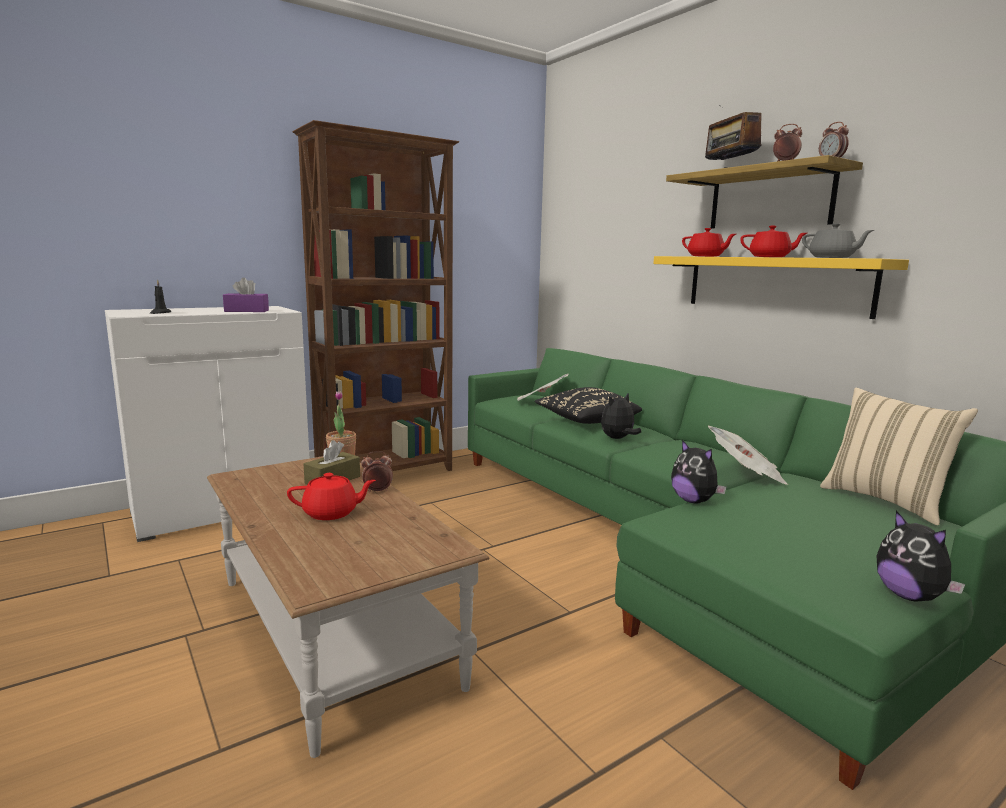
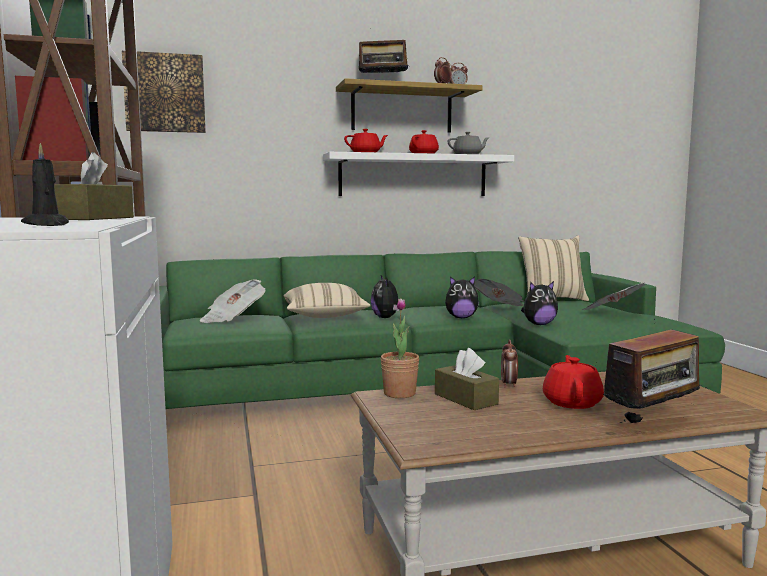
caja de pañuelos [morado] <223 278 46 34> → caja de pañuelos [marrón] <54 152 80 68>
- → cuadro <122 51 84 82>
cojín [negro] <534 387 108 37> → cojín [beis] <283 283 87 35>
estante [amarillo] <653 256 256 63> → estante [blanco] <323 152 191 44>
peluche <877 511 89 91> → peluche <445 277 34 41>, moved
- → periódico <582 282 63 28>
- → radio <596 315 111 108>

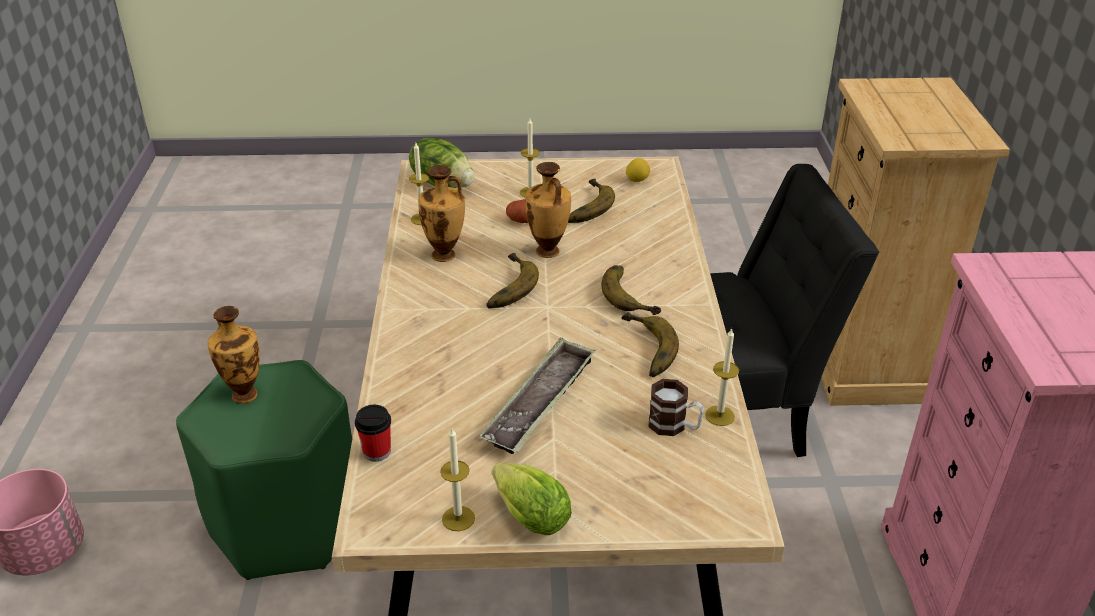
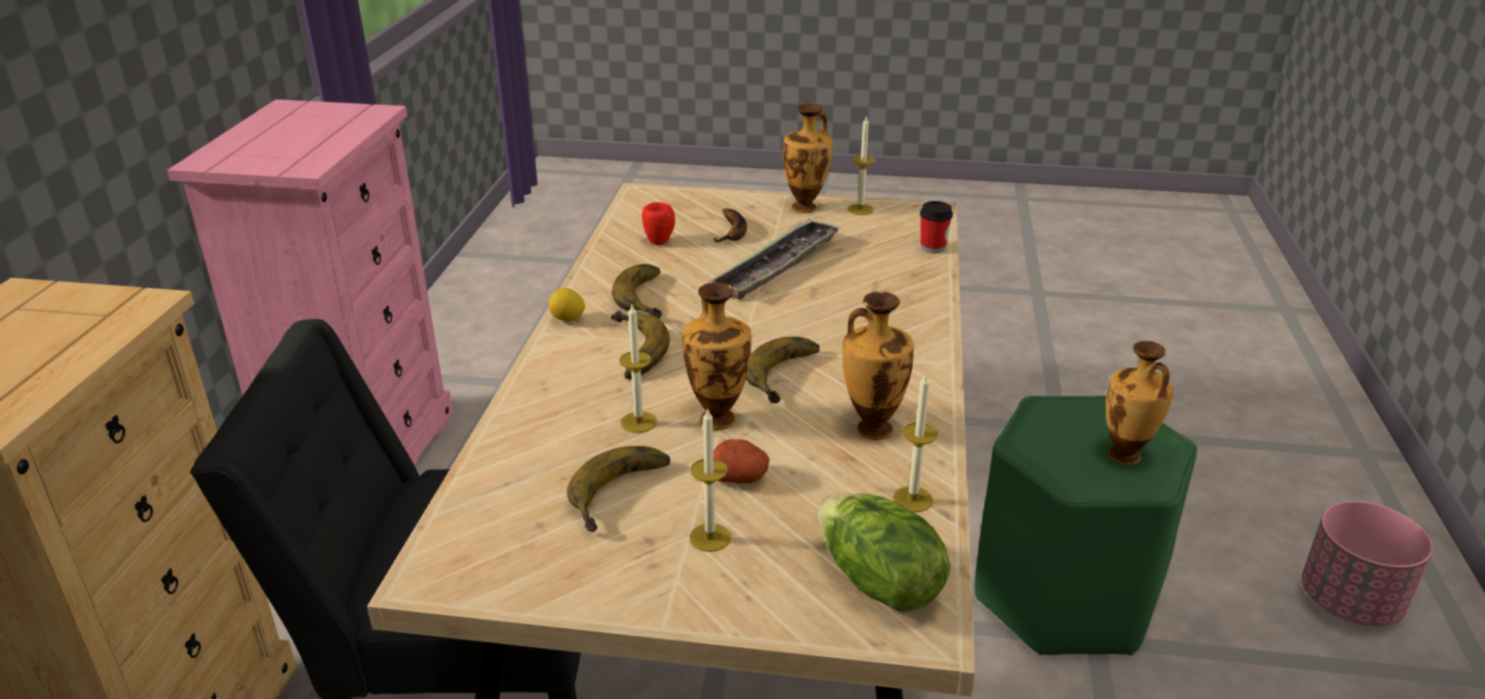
limón <626 158 24 24> → limón <548 288 37 33>, moved
vela <705 328 34 98> → vela <619 305 38 128>, moved
taza grande <649 379 55 57> → manzana <642 202 33 43>
- → plátano <713 209 34 34>
lechuga <492 462 80 73> → florero <783 103 50 110>

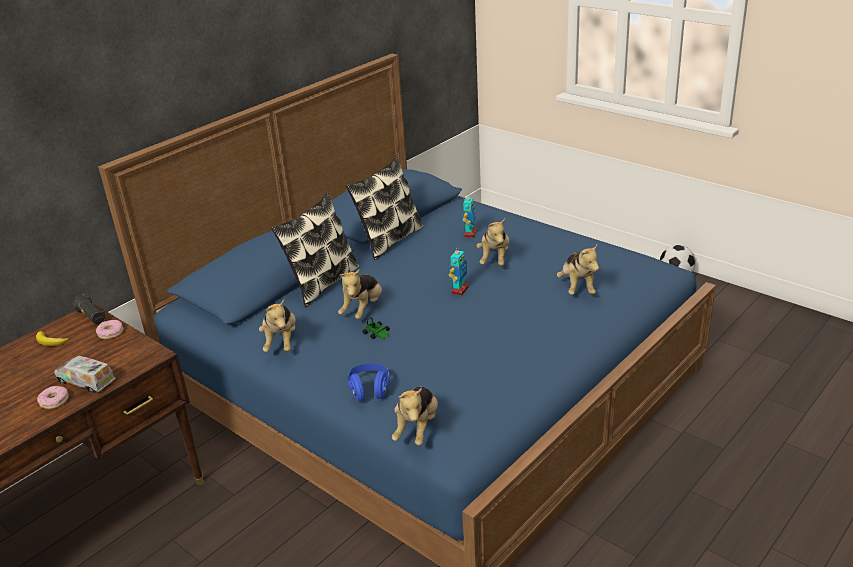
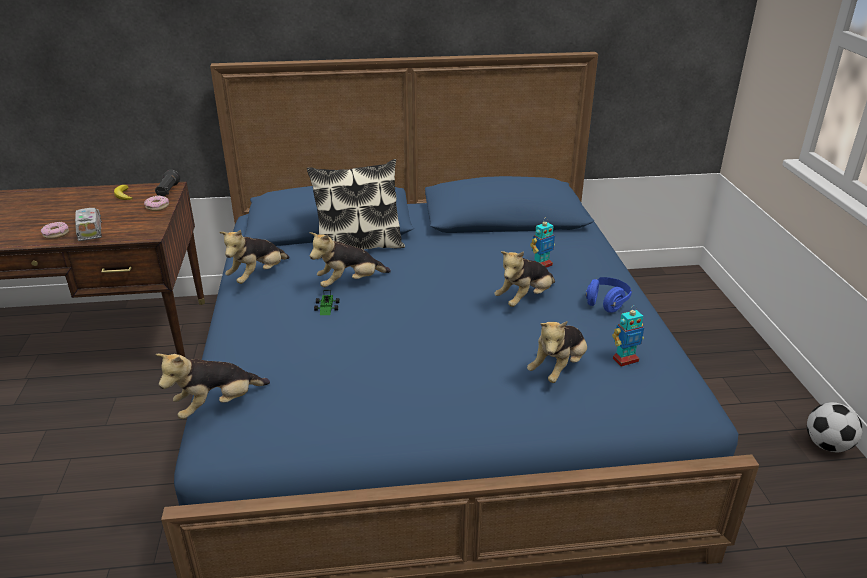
auriculares [azul] <348 363 42 38> → auriculares [azul] <585 277 47 36>, moved
robot de juguete <449 246 19 50> → robot de juguete <612 305 32 61>, moved
cojín <346 156 77 104> → -

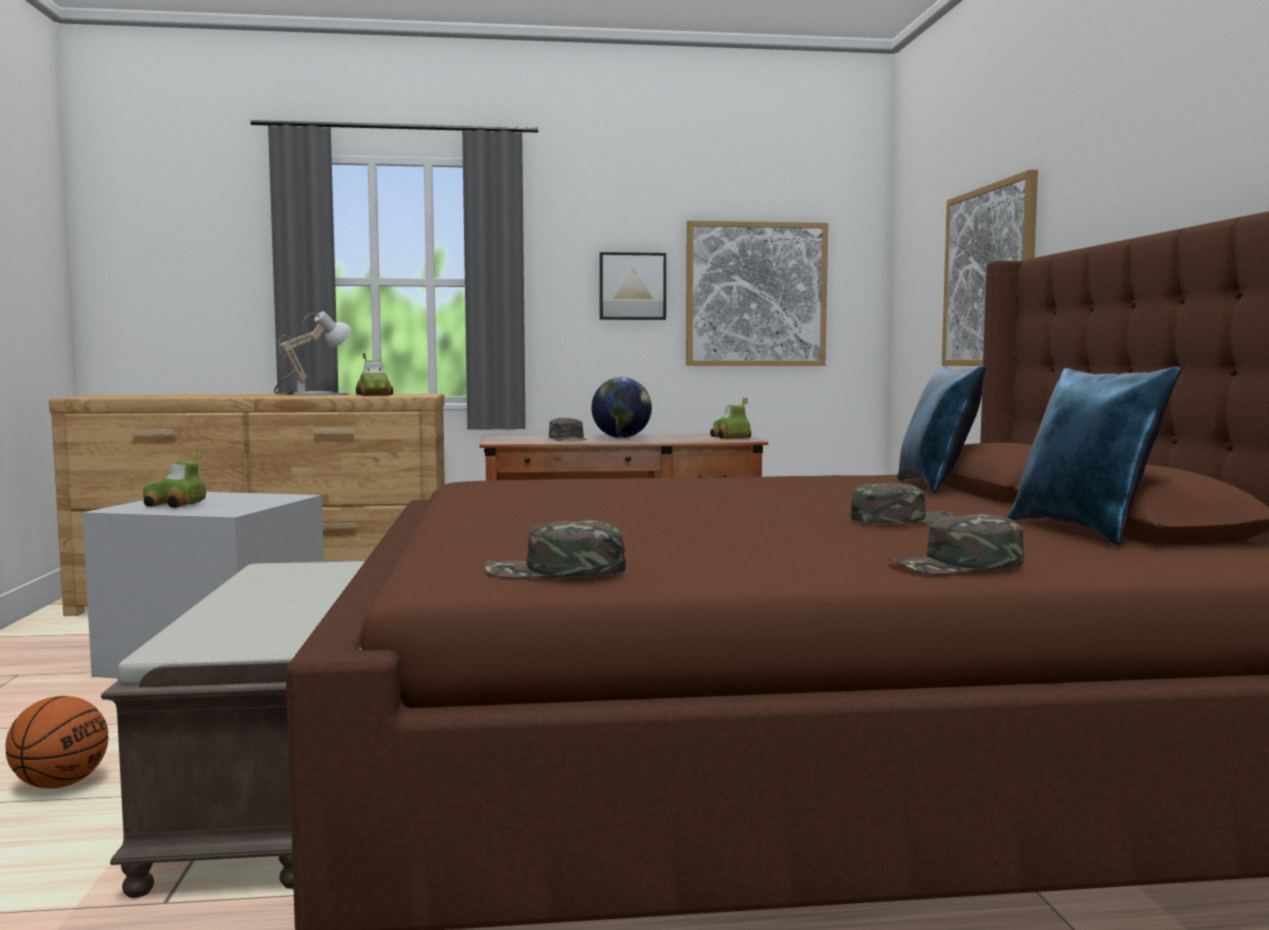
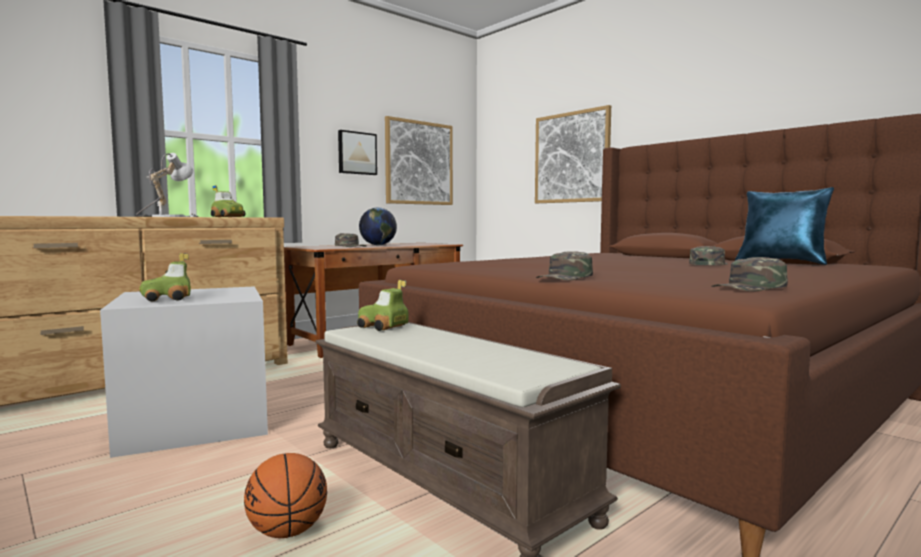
coche de juguete <710 398 41 41> → coche de juguete <357 280 52 51>, moved
gorra [verde] <888 514 136 61> → gorra [verde] <536 251 57 29>, moved
cojín [azul] <897 365 89 128> → -

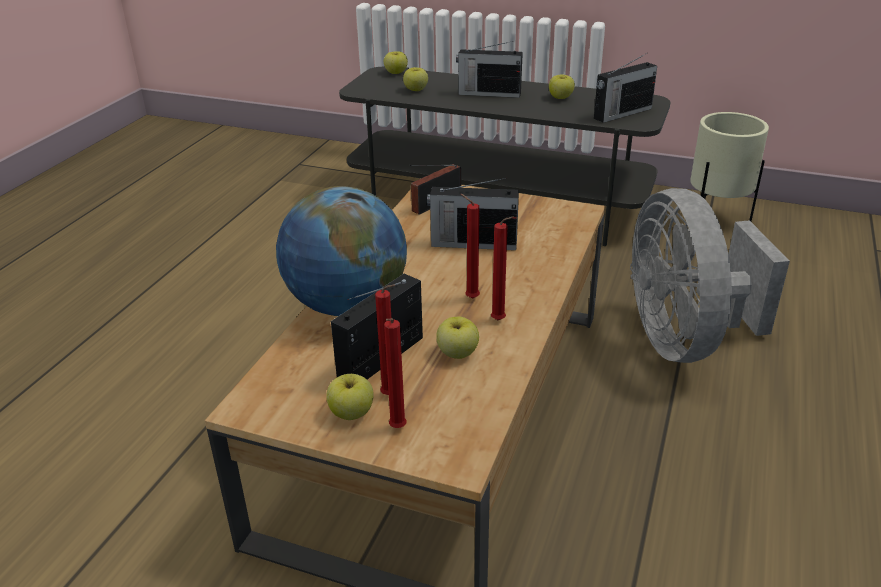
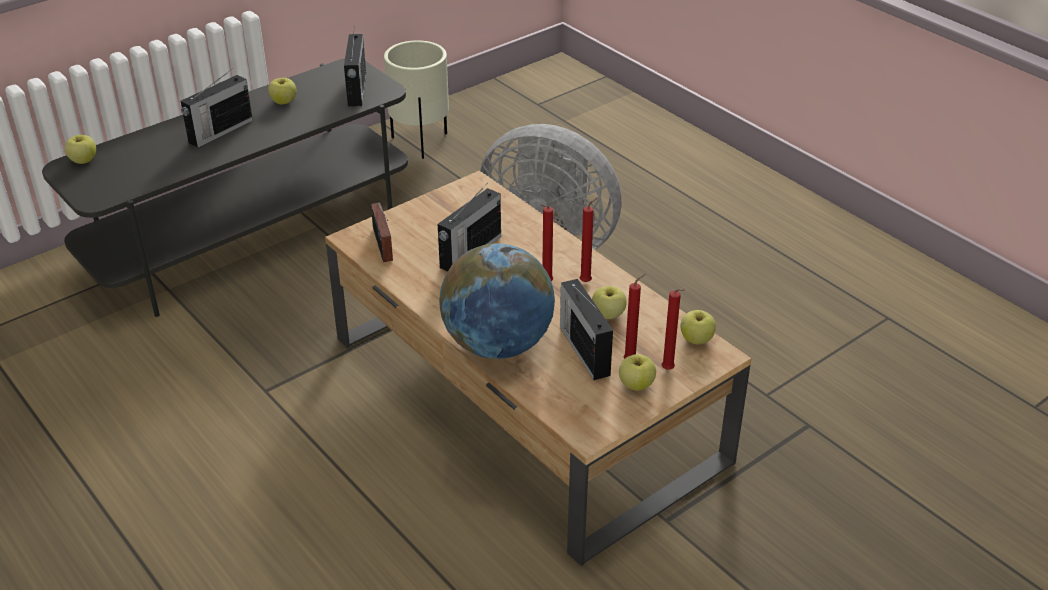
manzana <403 67 25 24> → manzana <680 310 36 34>, moved

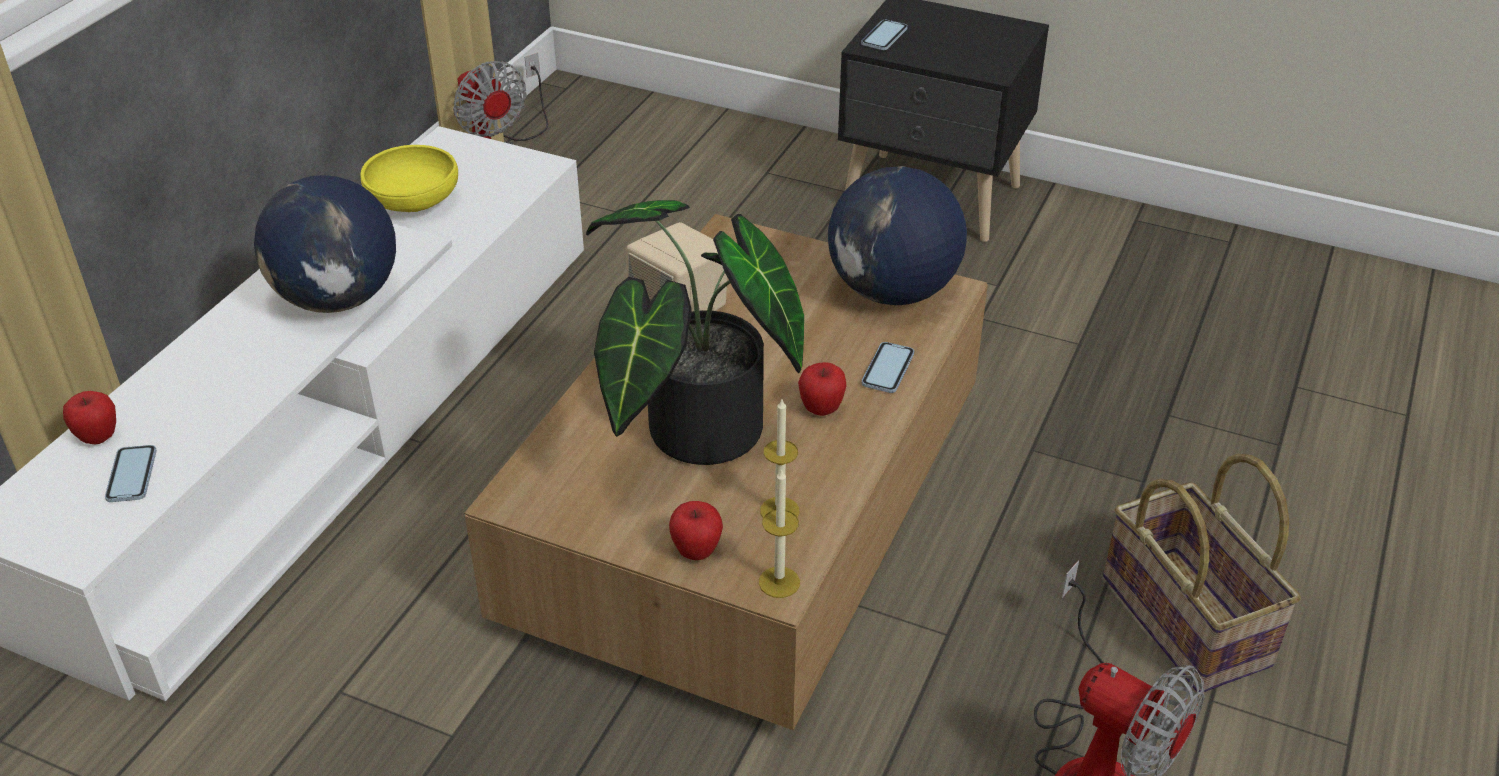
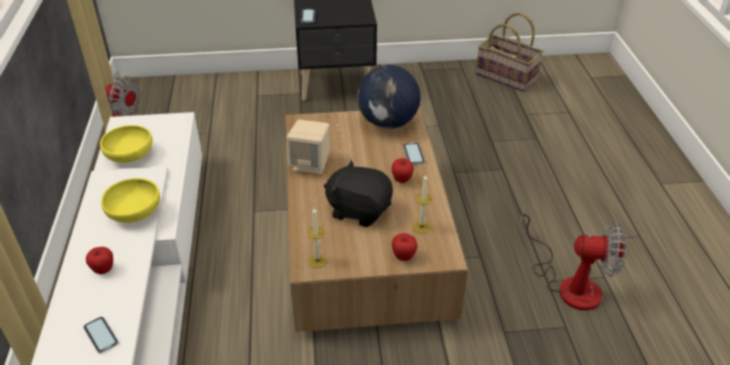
manzana <63 391 53 53> → manzana <86 247 27 27>, moved
globo terráqueo <254 175 142 138> → cuenco [amarillo] <101 178 59 45>
vela <759 468 41 130> → vela <308 208 19 60>, moved
planta en maceta <586 200 218 265> → peluche [negro] <324 160 69 67>
cesta <1103 454 198 238> → cesta <476 12 68 80>, moved

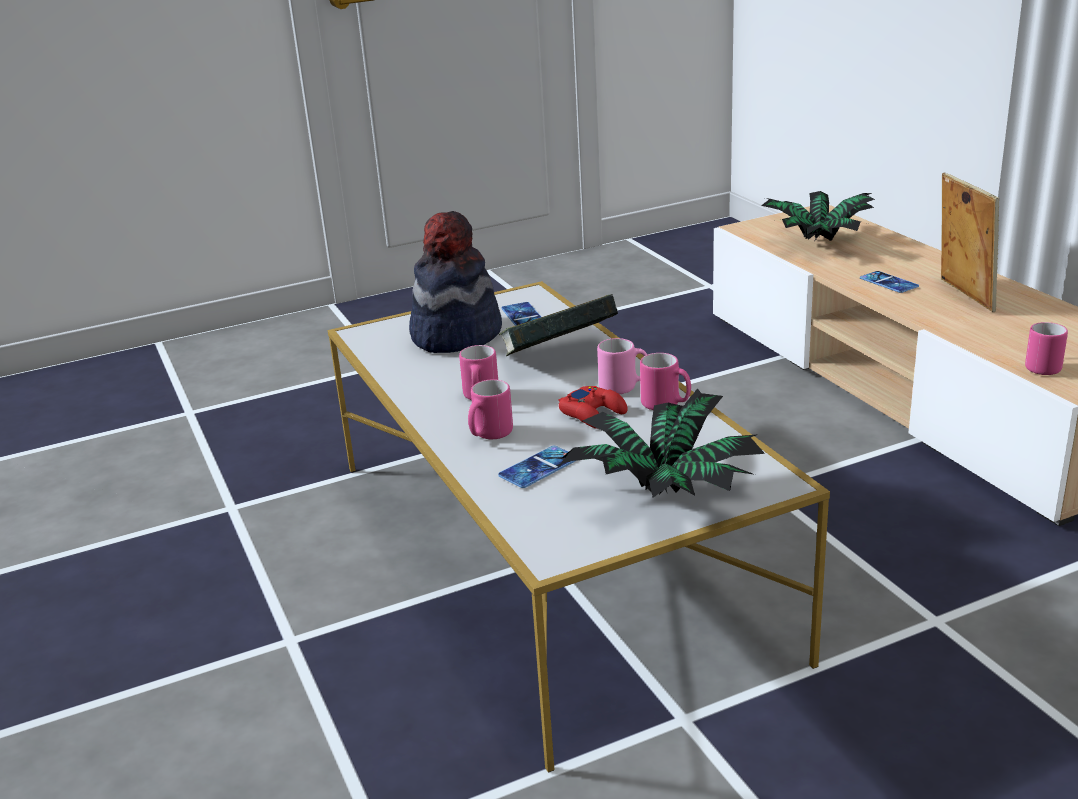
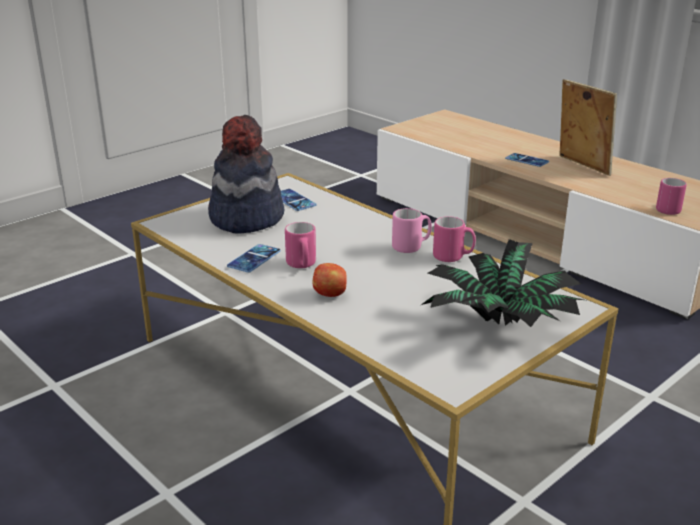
móvil <498 446 77 42> → móvil <227 244 53 29>, moved
taza grande [rosa] <468 379 45 60> → manzana <312 263 35 34>
libro <498 294 120 62> → -
mando de consola [rojo] <559 386 69 43> → -
planta en maceta <761 191 114 50> → -

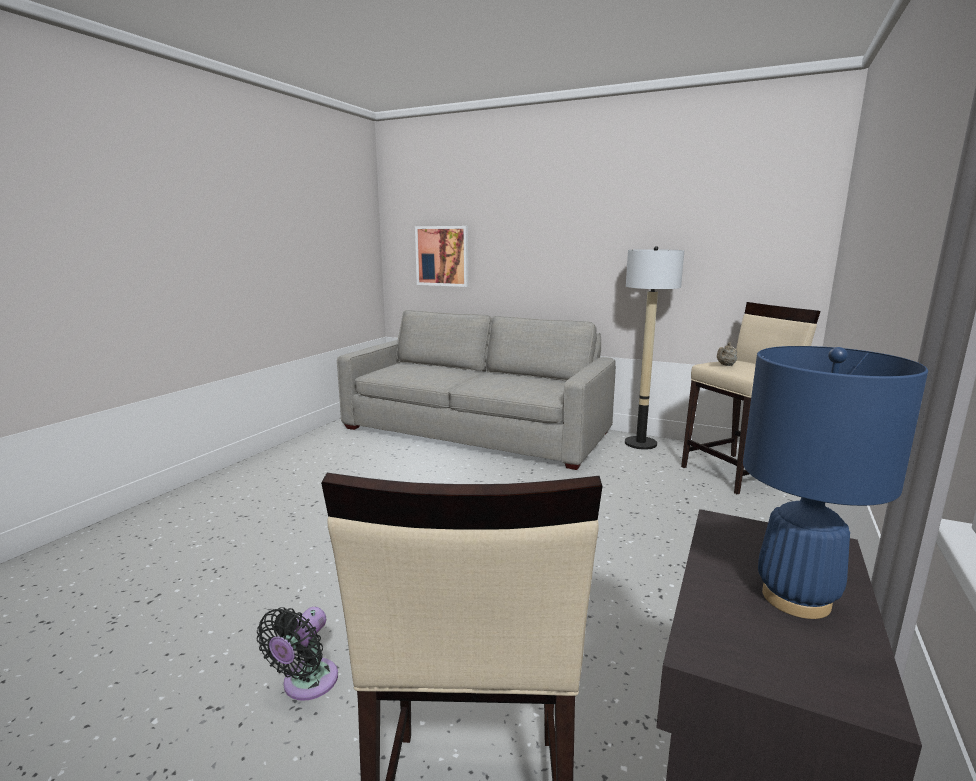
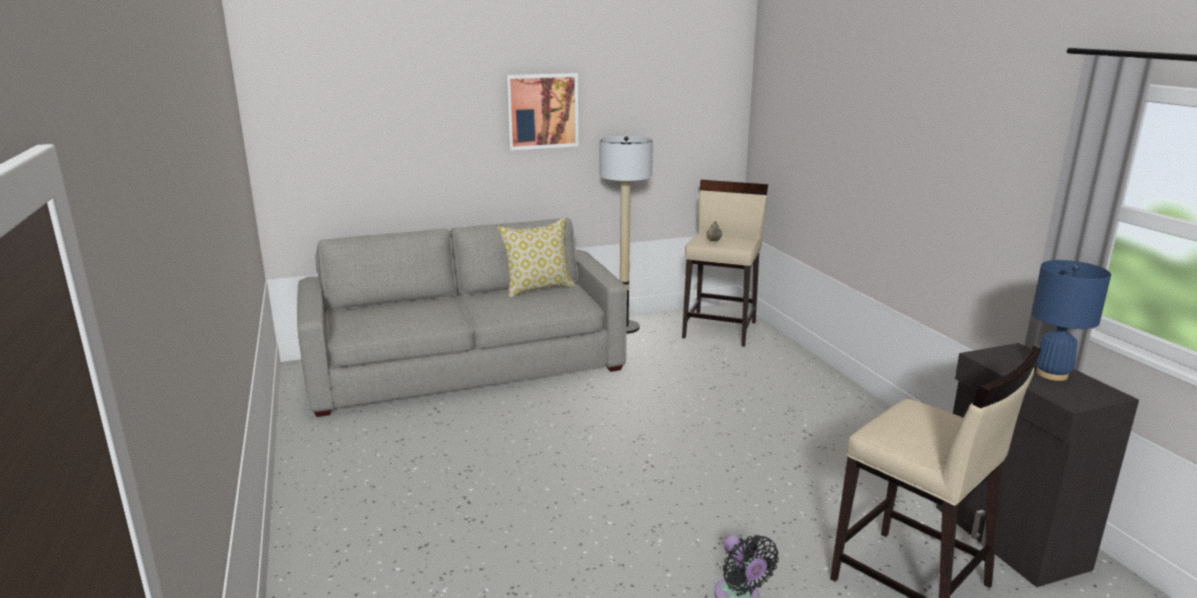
- → cojín <498 218 77 79>
cuadro <415 226 53 61> → cuadro <506 73 72 77>, moved

